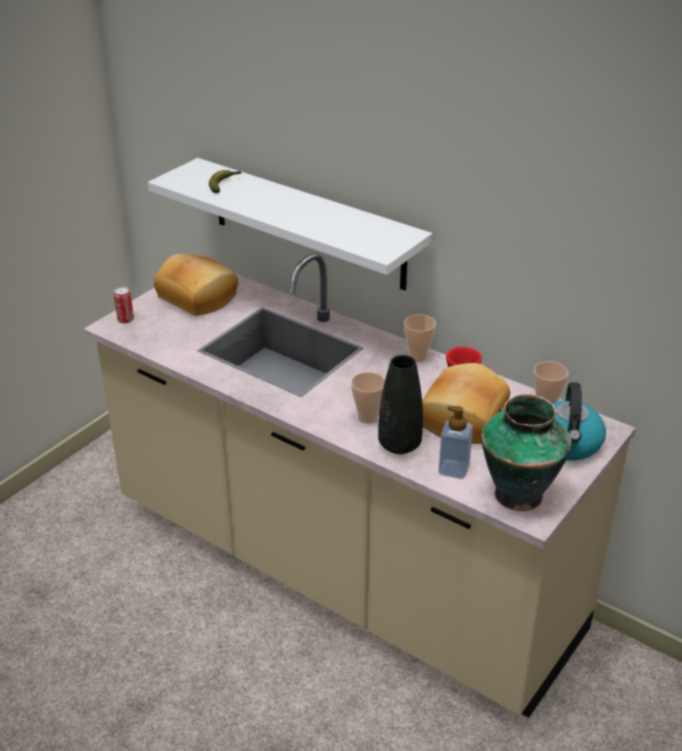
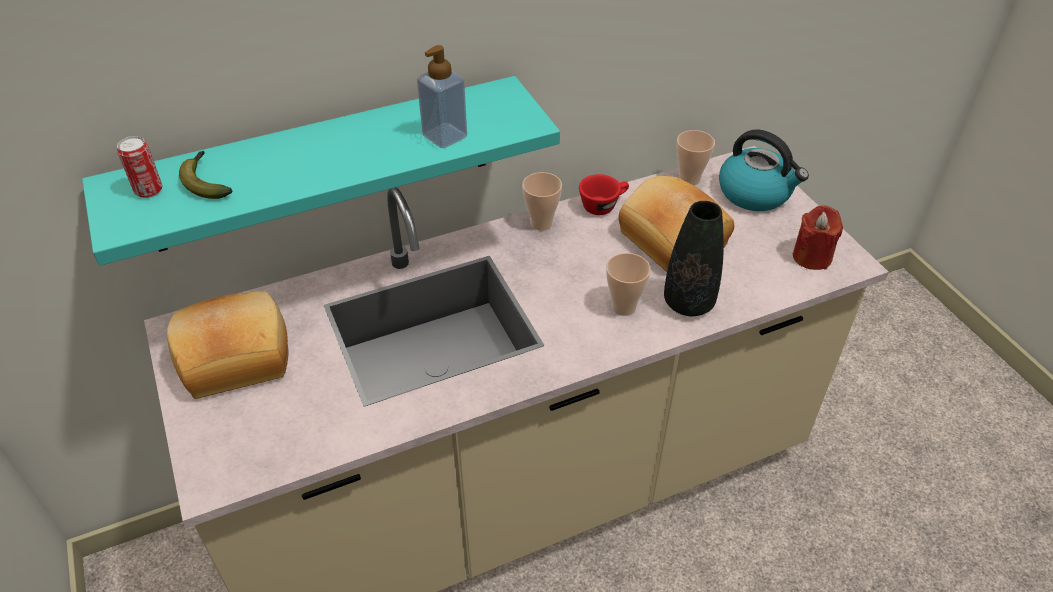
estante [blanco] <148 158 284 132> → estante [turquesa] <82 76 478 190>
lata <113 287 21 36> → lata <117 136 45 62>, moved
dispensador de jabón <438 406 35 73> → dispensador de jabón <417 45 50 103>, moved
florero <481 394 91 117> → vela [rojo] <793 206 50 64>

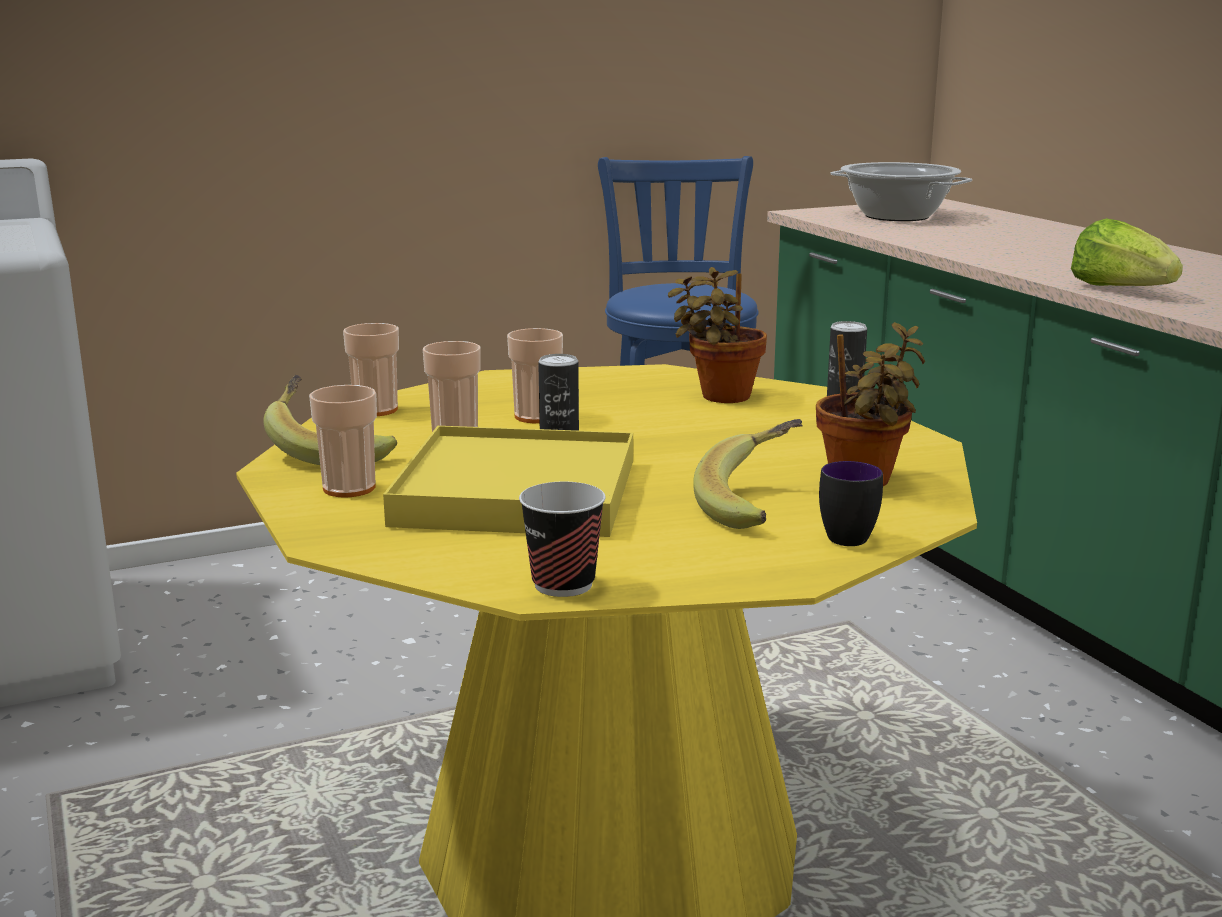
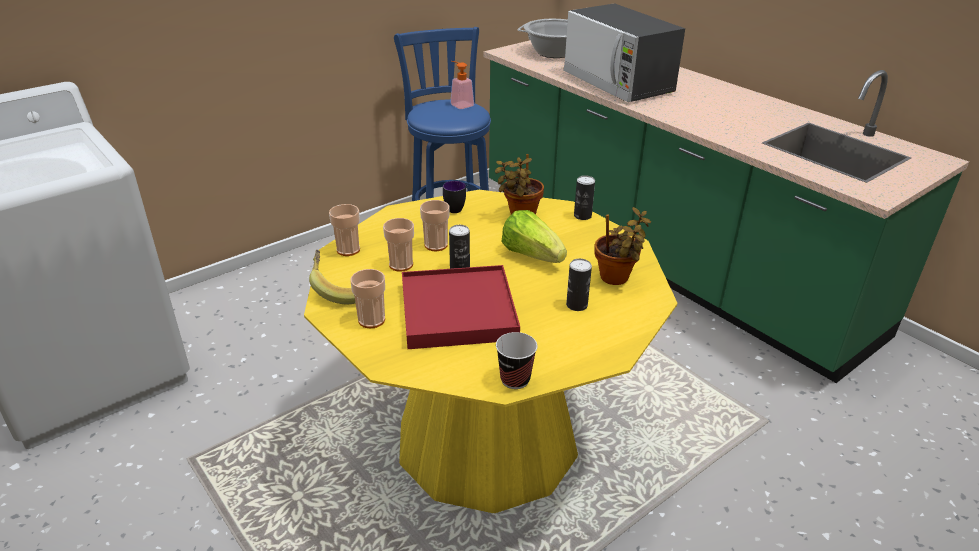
bandeja [amarillo] <383 426 250 111> → bandeja [rojo] <402 265 118 84>
taza grande <819 461 64 85> → taza grande <443 181 23 32>, moved
- → dispensador de jabón <450 61 24 48>
lechuga <1071 219 112 67> → lechuga <501 210 66 53>, moved
- → microondas <563 3 122 99>
plátano <693 419 109 110> → lata <566 259 26 52>

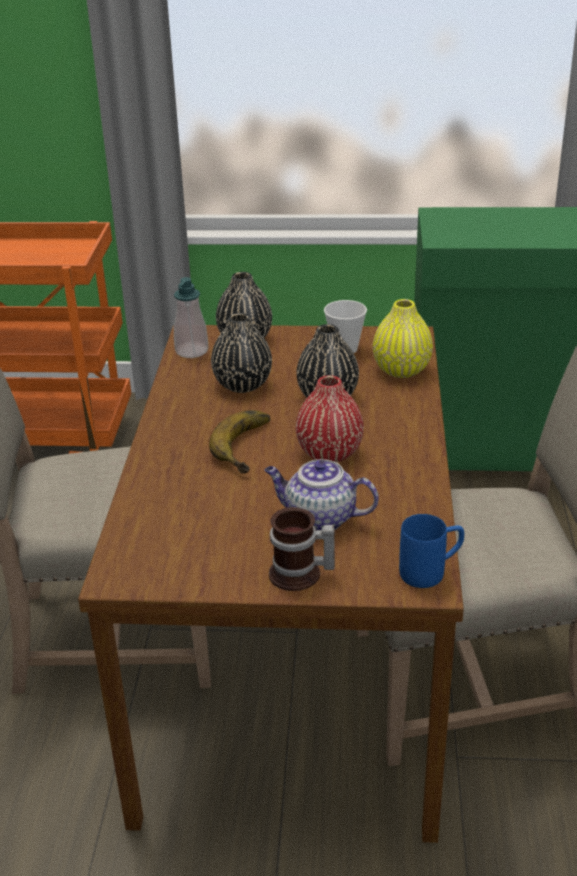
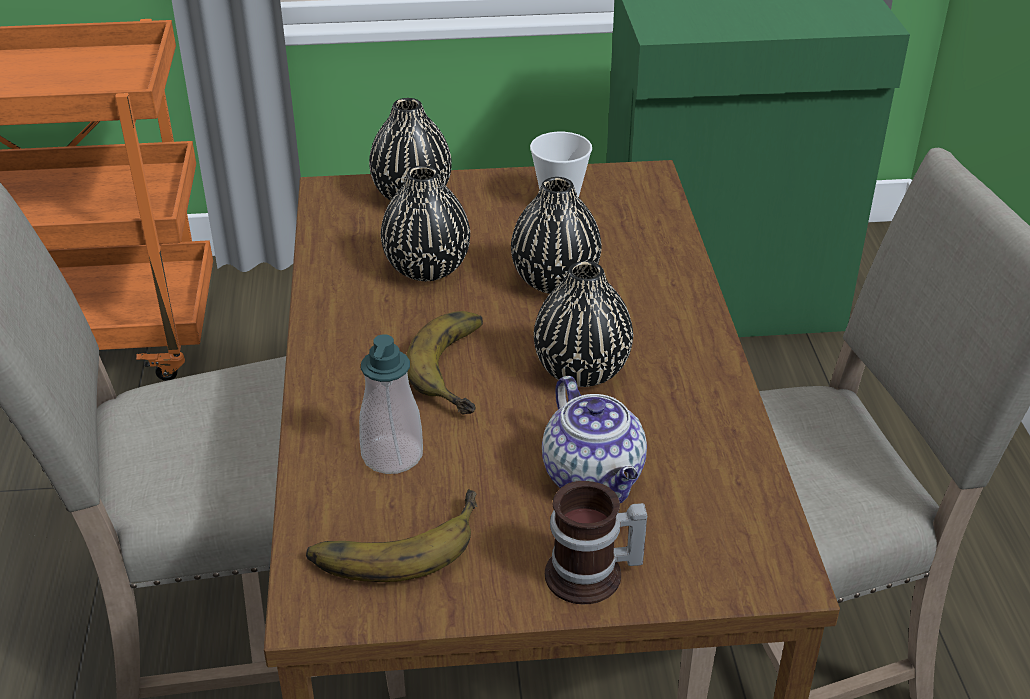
- → plátano <306 489 172 93>
dispensador de jabón <174 277 34 81> → dispensador de jabón <359 334 64 140>, moved
florero [rojo] <296 375 68 87> → florero [negro] <534 261 99 126>
tetera <264 459 115 71> → tetera <542 376 105 127>, 120 degrees counterclockwise
florero [amarillo] <373 299 60 79> → -
taza grande [azul] <399 514 65 74> → -

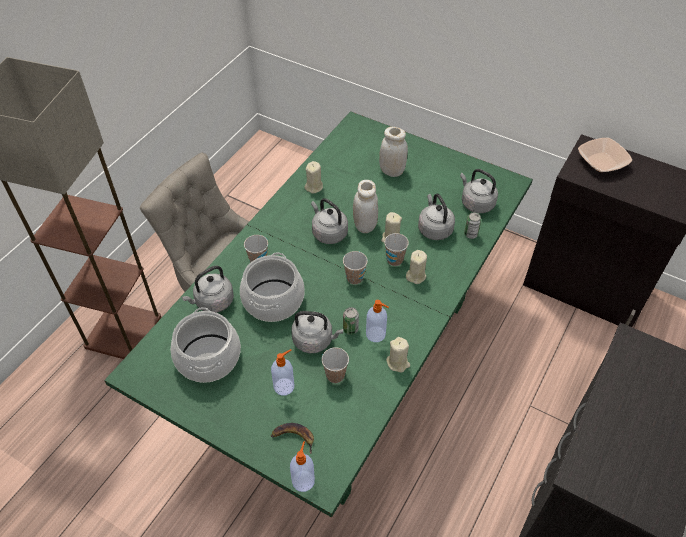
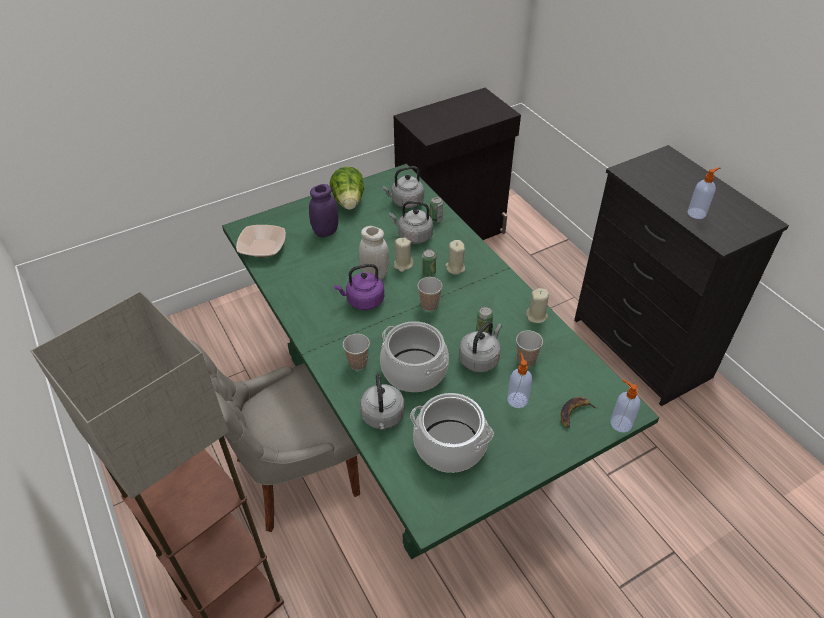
cuenco <578 138 54 34> → cuenco <236 225 50 32>, moved
tarro [blanco] <379 127 29 50> → tarro [morado] <309 184 29 53>
- → lechuga <330 167 34 43>
hervidor [gris] <311 198 37 46> → hervidor [morado] <334 264 50 46>
taza <384 233 25 33> → lata <422 249 14 28>
dispensador de jabón <366 300 23 42> → dispensador de jabón <687 167 33 52>, moved
vela [beis] <304 161 19 32> → -

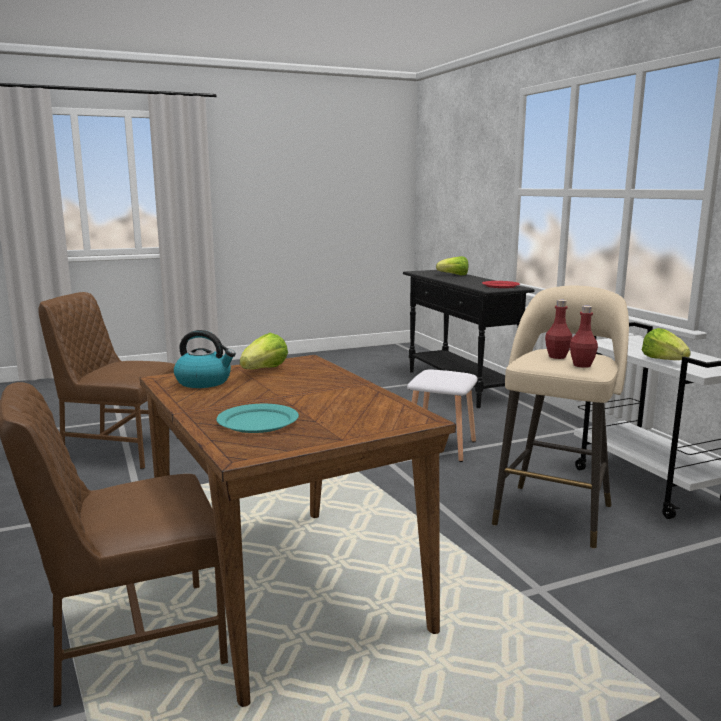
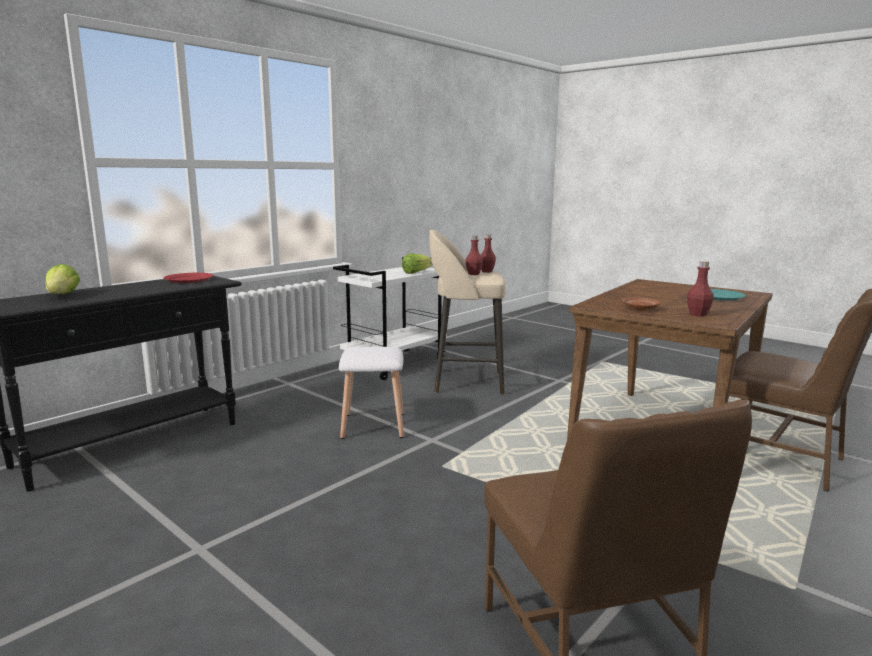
lechuga <240 333 48 36> → plato [marrón] <622 297 39 14>
hervidor <174 330 62 58> → botella [rojo] <687 261 27 56>

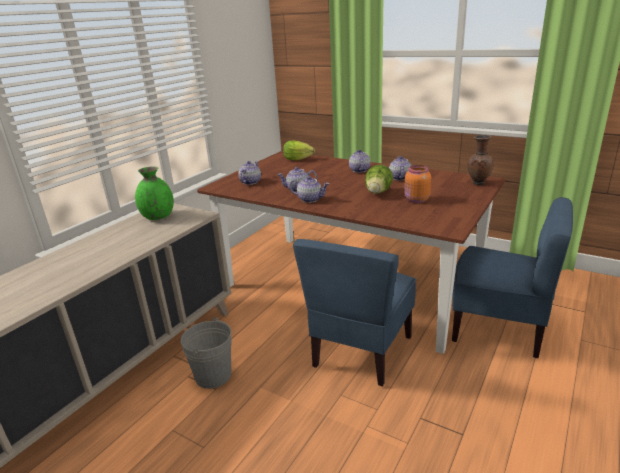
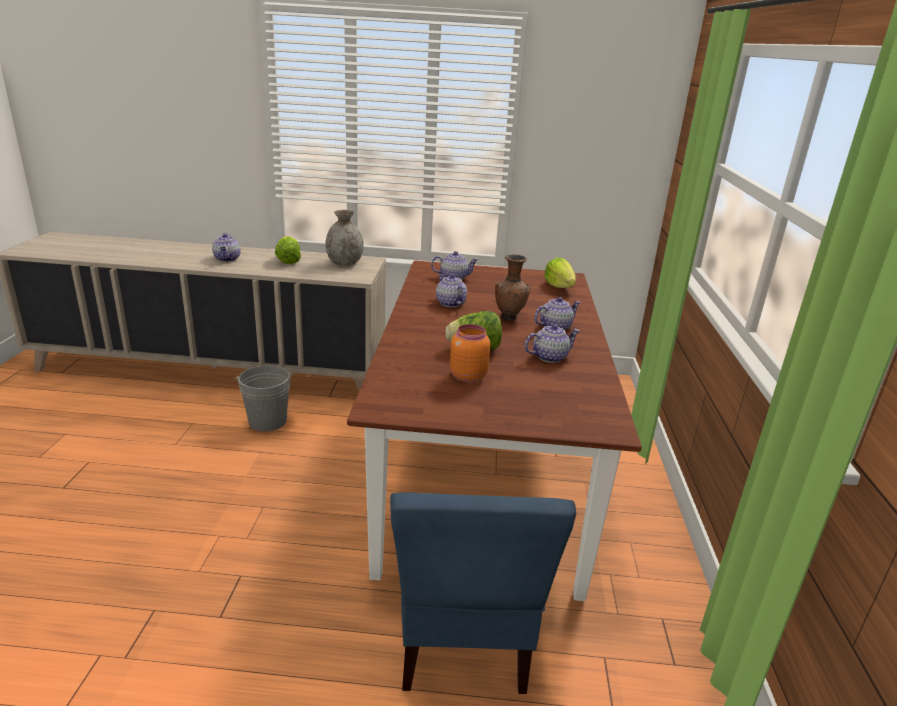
tetera <289 176 40 27> → tetera <212 233 29 29>, moved
- → lechuga <275 236 26 28>
florero [verde] <135 166 39 54> → florero [gris] <325 210 39 56>
florero [marrón] <467 135 27 50> → florero [marrón] <495 254 35 67>, moved
silla [azul] <293 239 123 147> → -

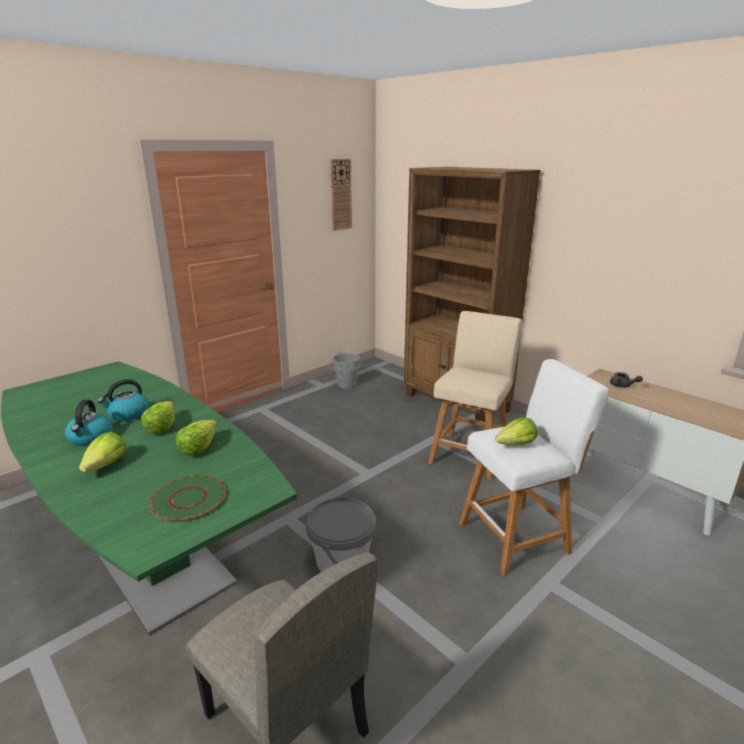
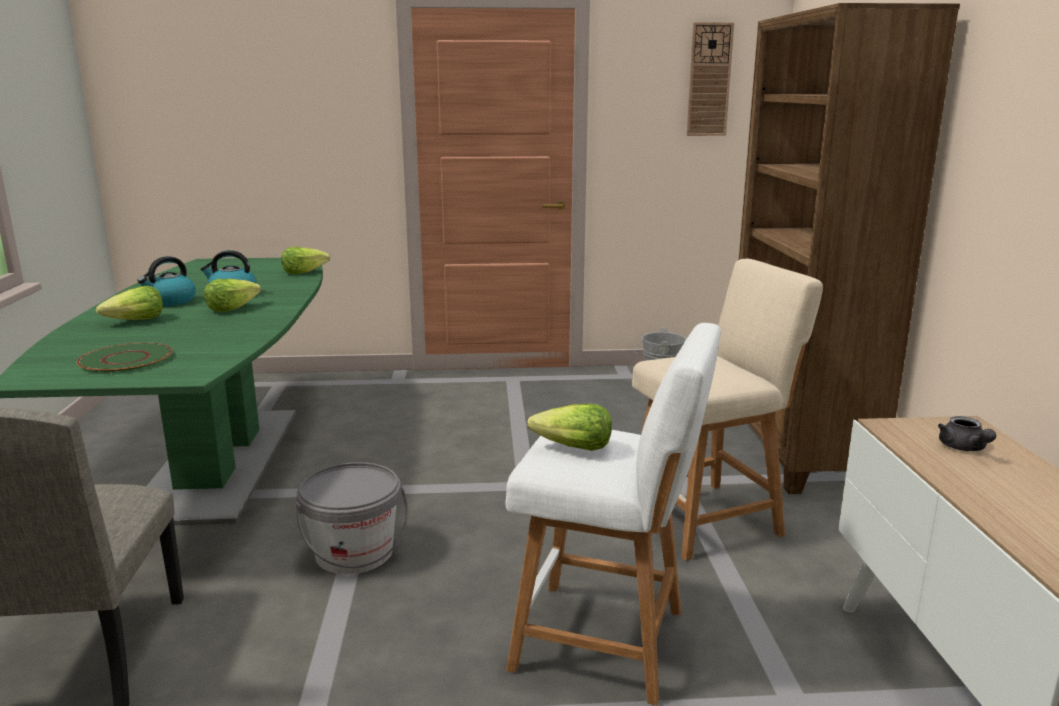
lechuga <176 420 41 35> → lechuga <281 247 49 27>, moved

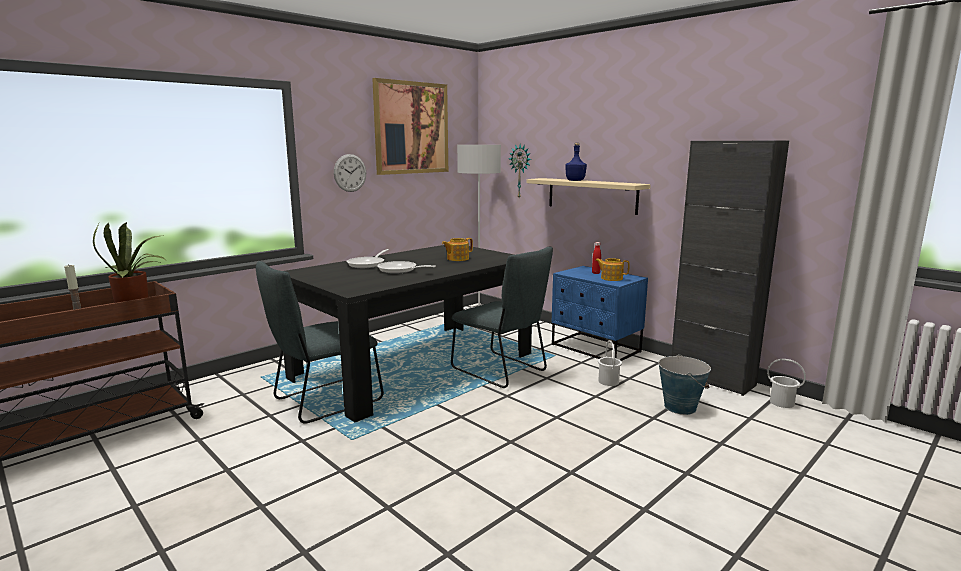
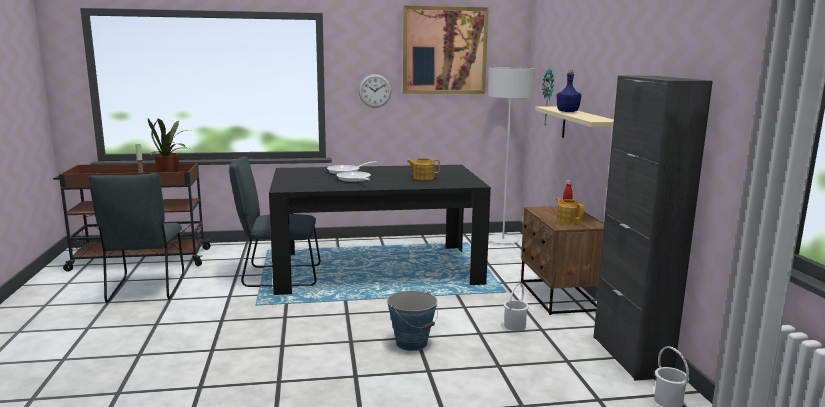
silla [gris] <451 247 102 141> → silla [gris] <88 173 96 130>, moved
cubo <658 354 53 61> → cubo <387 291 51 60>, moved
mesita de noche [azul] <552 266 96 95> → mesita de noche [marrón] <521 206 83 109>

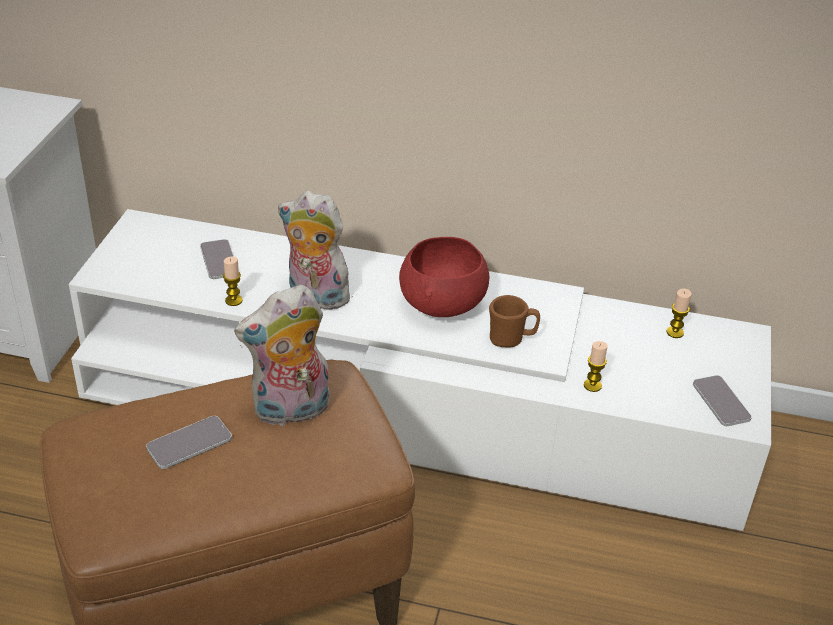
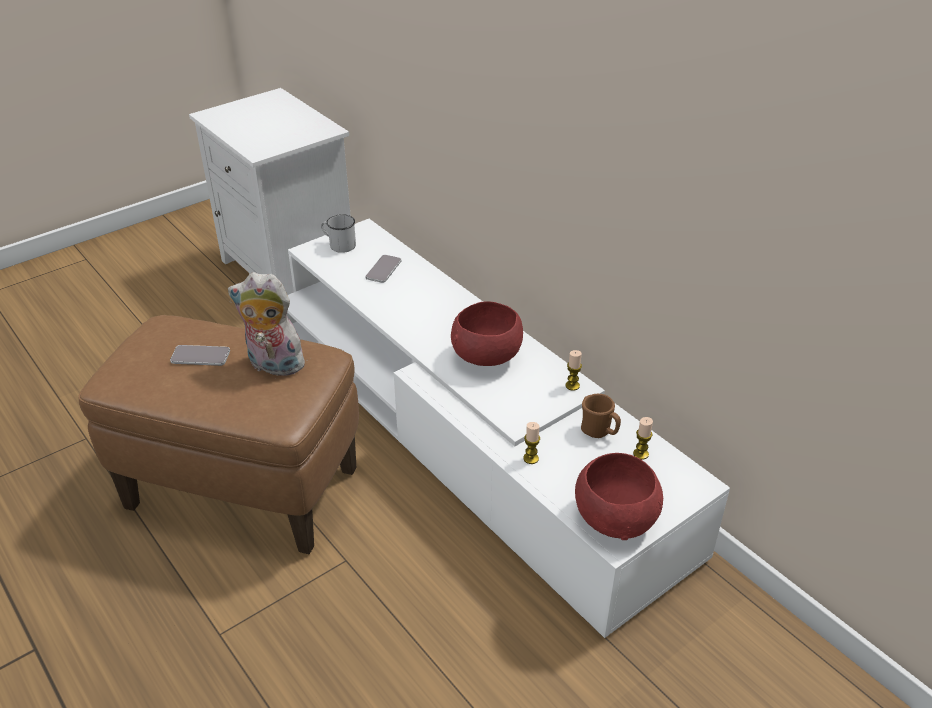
- → taza grande [blanco] <321 214 35 39>
vela <223 256 20 50> → vela <565 350 17 41>, moved
móvil <693 375 59 51> → cuenco [rojo] <575 453 88 87>
taza grande [marrón] <489 295 51 53> → taza grande [marrón] <581 394 40 44>, moved
peluche <278 191 77 119> → -

